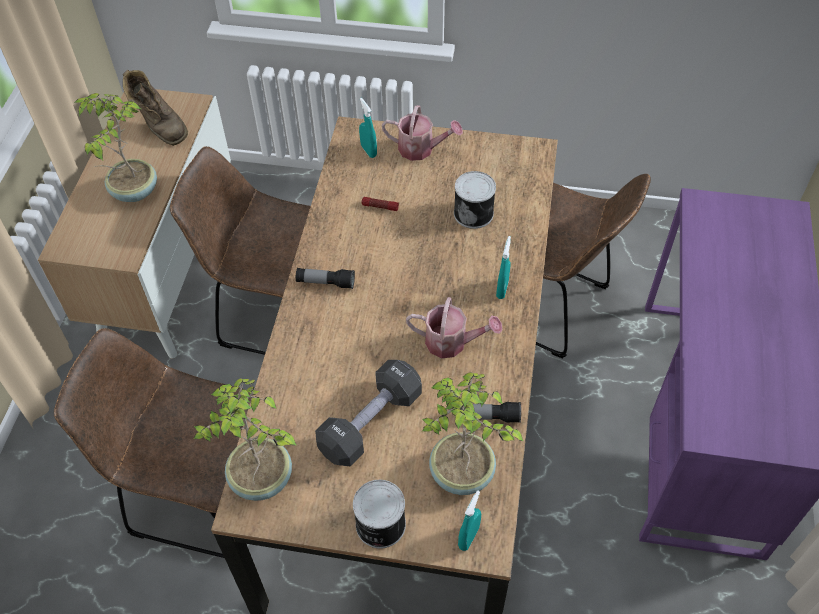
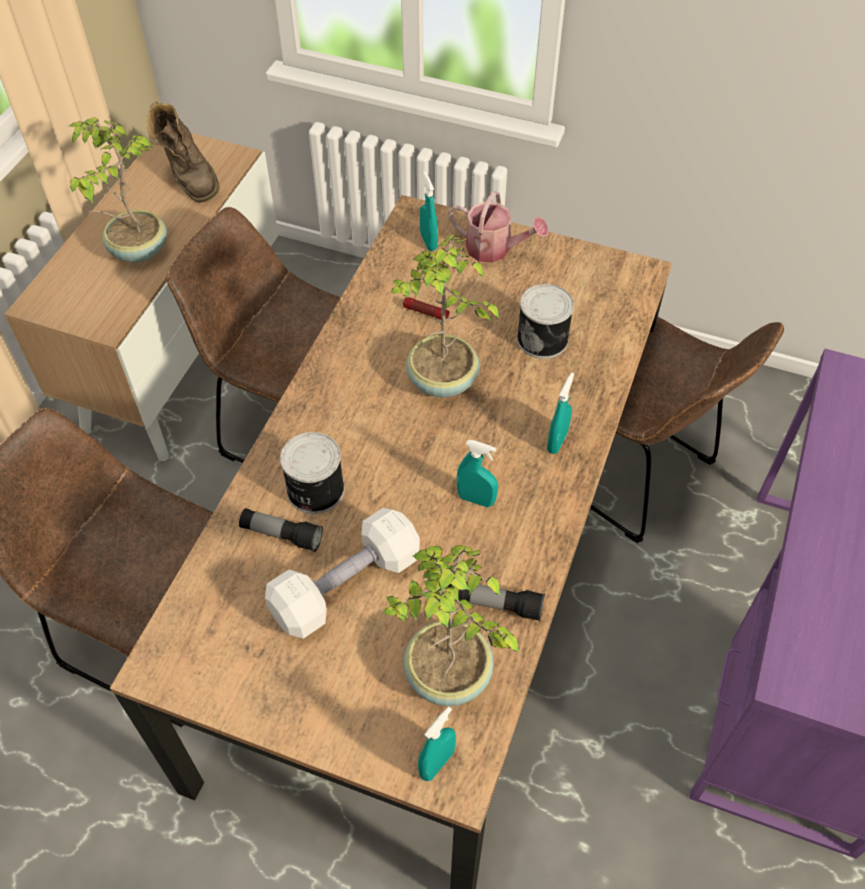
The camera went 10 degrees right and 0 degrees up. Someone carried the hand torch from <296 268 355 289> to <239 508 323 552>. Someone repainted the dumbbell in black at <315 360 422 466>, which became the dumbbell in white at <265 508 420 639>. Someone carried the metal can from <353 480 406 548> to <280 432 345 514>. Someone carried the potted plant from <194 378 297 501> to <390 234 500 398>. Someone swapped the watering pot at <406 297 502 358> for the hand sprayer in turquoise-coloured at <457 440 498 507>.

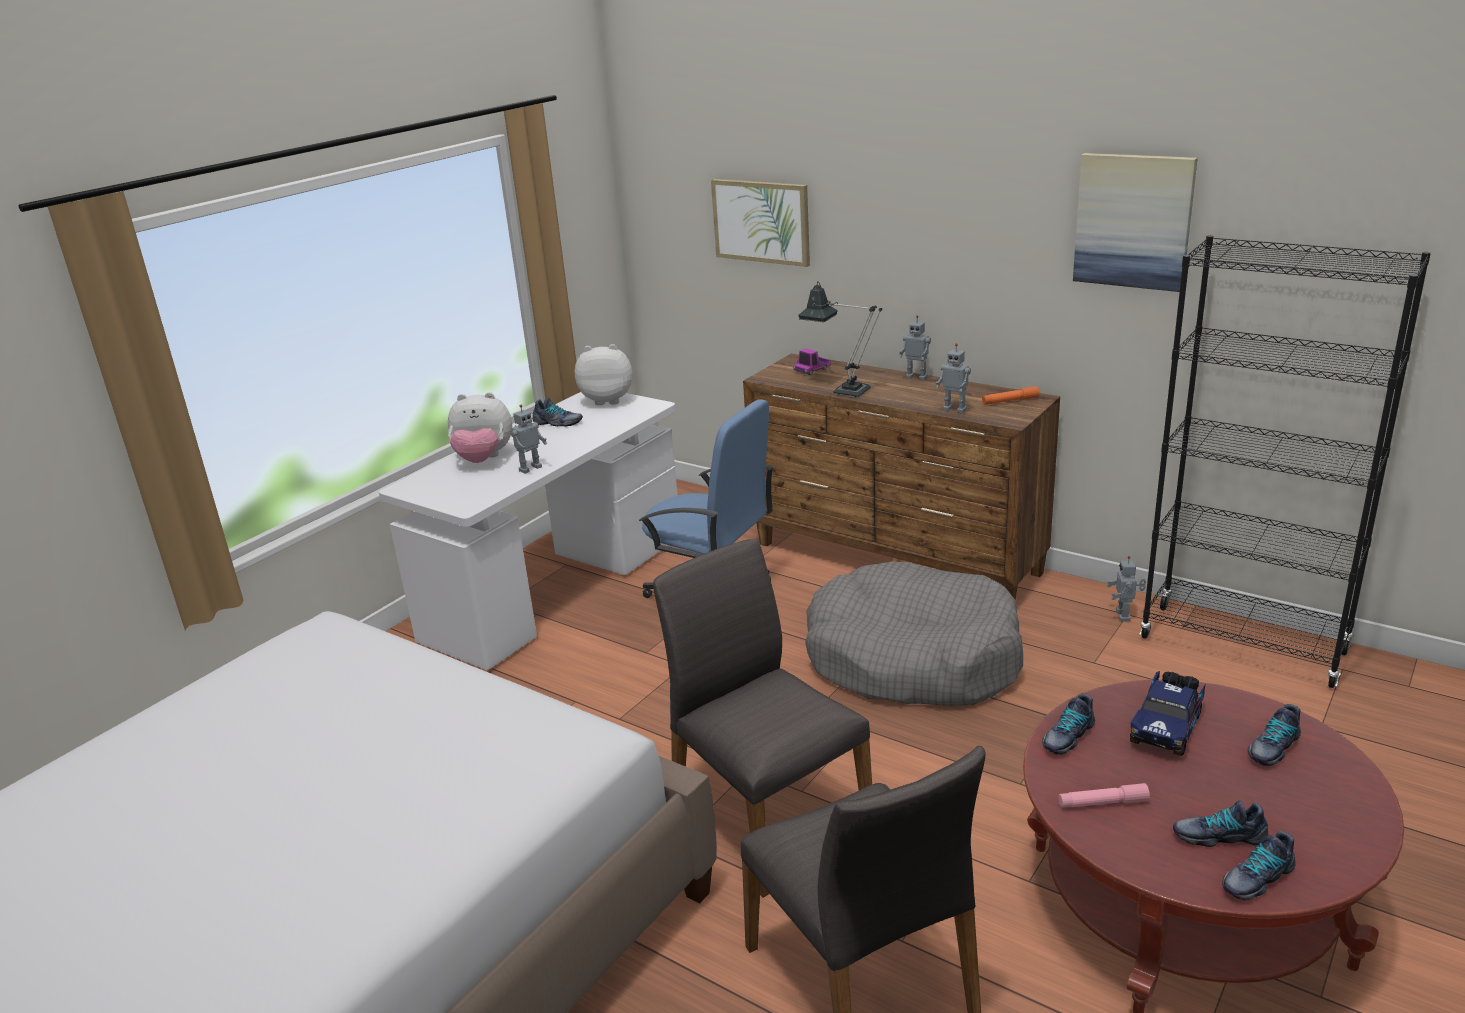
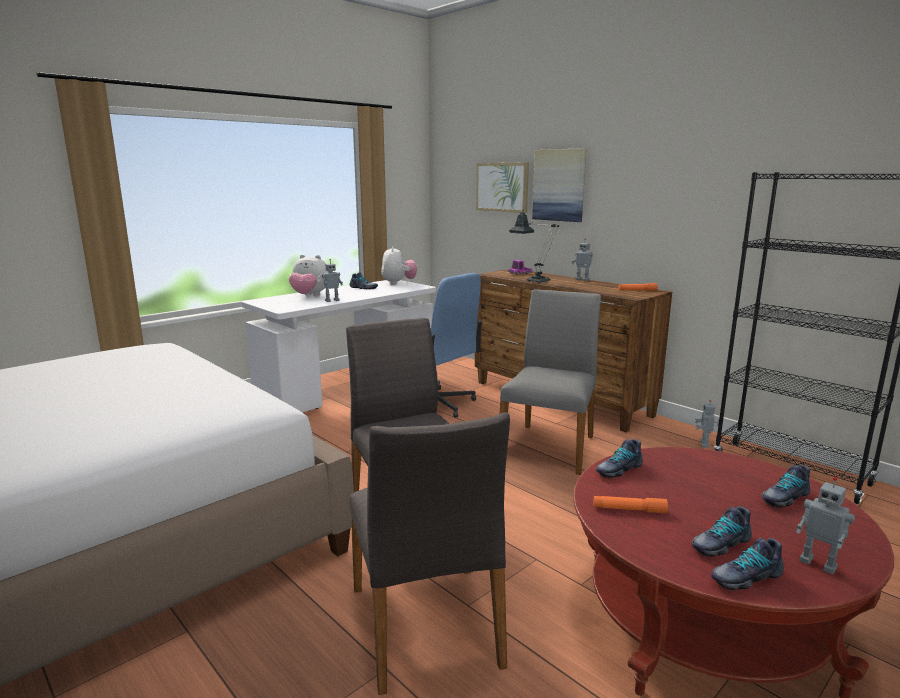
The camera went 10 degrees right and 10 degrees down. Someone rotated the cuddly toy at <575 344 633 405> by 75 degrees clockwise. Someone swapped the pet bed in greyish at <805 561 1023 706> for the chair in greyish at <500 289 601 475>. Someone carried the wall picture from <1073 153 1198 292> to <532 148 586 222>. Someone repainted the hand torch in pinkish at <1058 783 1150 808>, which became the hand torch in orangey at <593 496 668 514>. Someone rotated the shoe at <1173 800 1268 847> by 45 degrees counterclockwise. Someone carried the toy robot from <936 344 971 414> to <796 477 855 574>. Someone took away the toy truck at <1130 671 1205 756>.

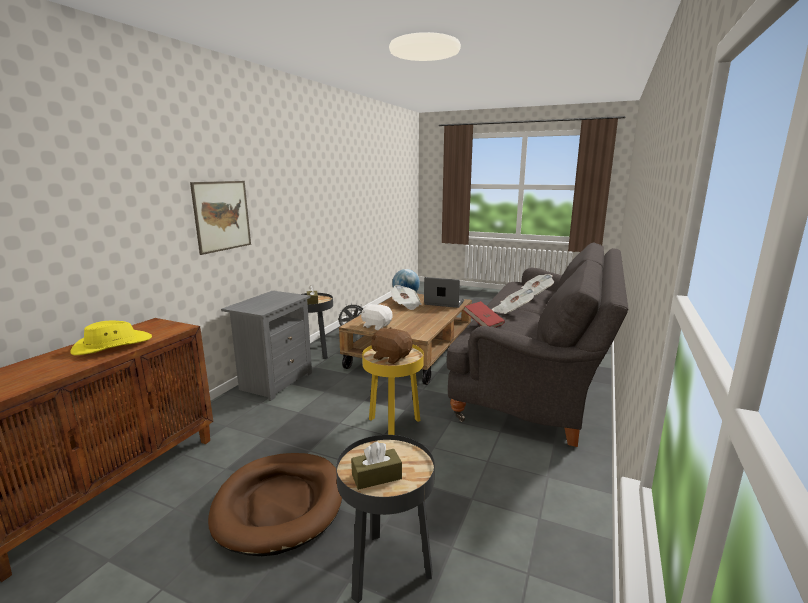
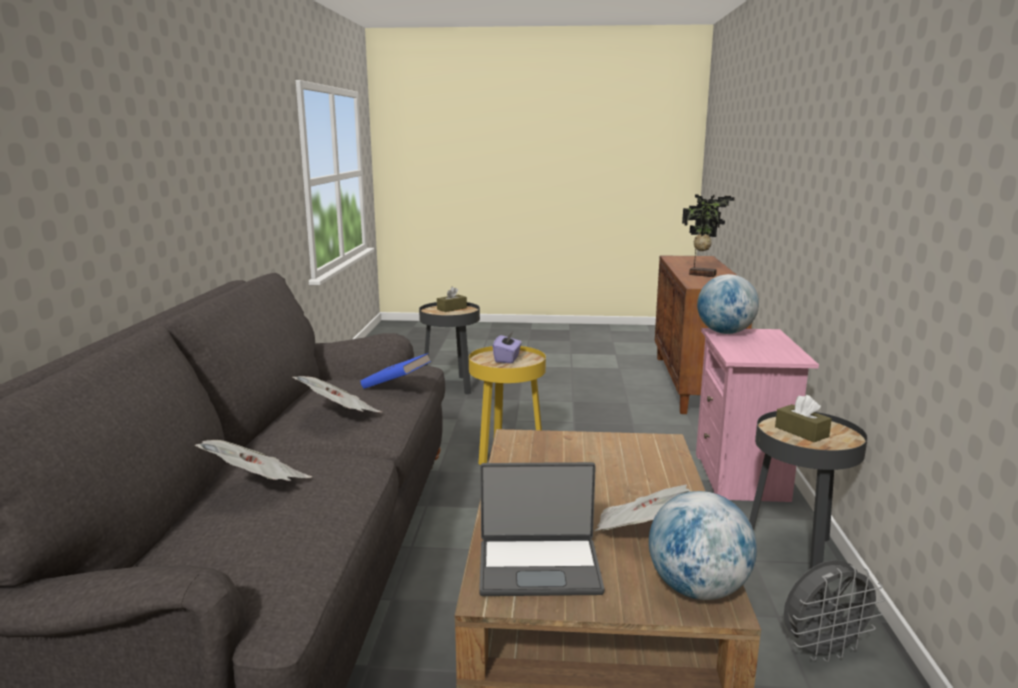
The camera went 160 degrees right and 0 degrees up. Someone repainted the bound book in reddish at <463 301 505 327>, which became the bound book in blue-coloured at <361 353 431 389>. Someone swapped the cuddly toy in brown at <371 327 413 364> for the box of tissues in purple at <493 331 522 363>. Someone swapped the wearable hat in yellow at <70 321 152 355> for the potted plant at <682 194 735 277>. Someone repainted the bedside table in greyish at <221 291 312 401>, which became the bedside table in pinkish at <696 328 819 502>. Someone put down the desk globe at <697 274 759 334>. Someone took away the wall picture at <190 181 251 255>. Someone took away the pet bed in brown at <208 453 342 556>. Someone took away the cuddly toy in white at <361 304 392 330>.

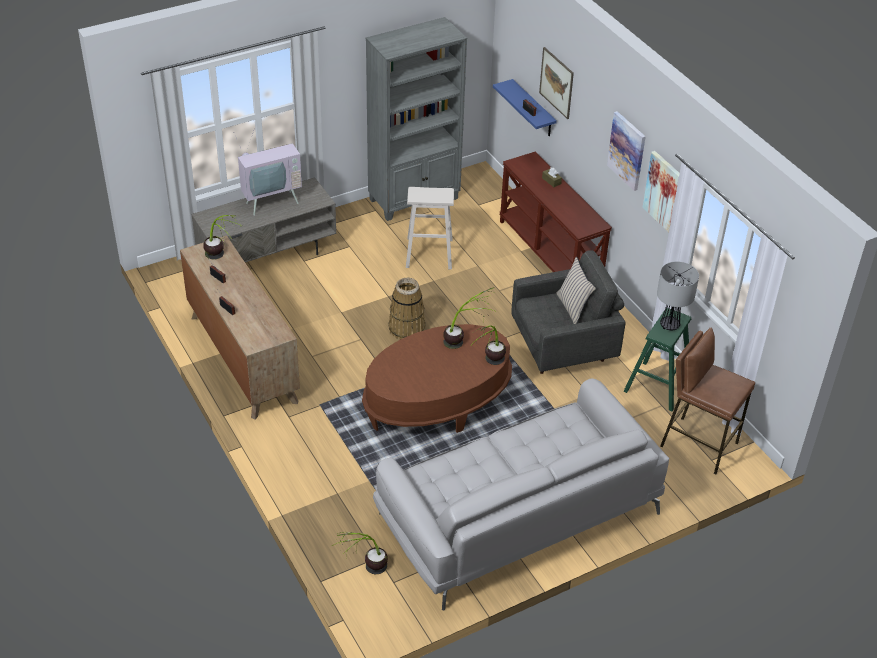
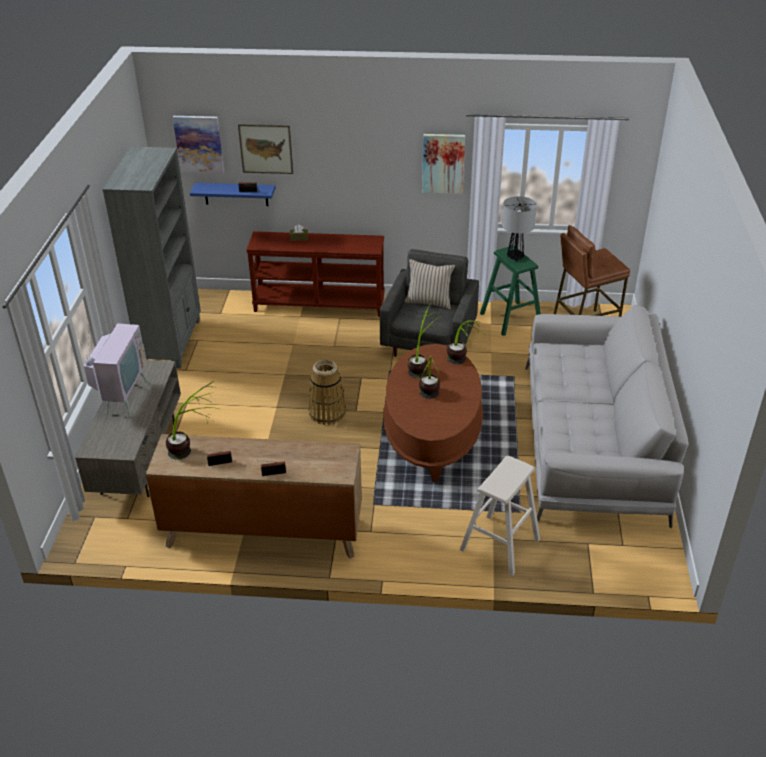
The camera went 55 degrees left and 5 degrees down. Someone carried the wall picture from <607 111 646 191> to <173 116 224 173>. Someone carried the potted plant from <332 532 388 574> to <417 356 440 399>. Someone carried the stool seat in beige from <406 187 454 270> to <460 456 540 576>.

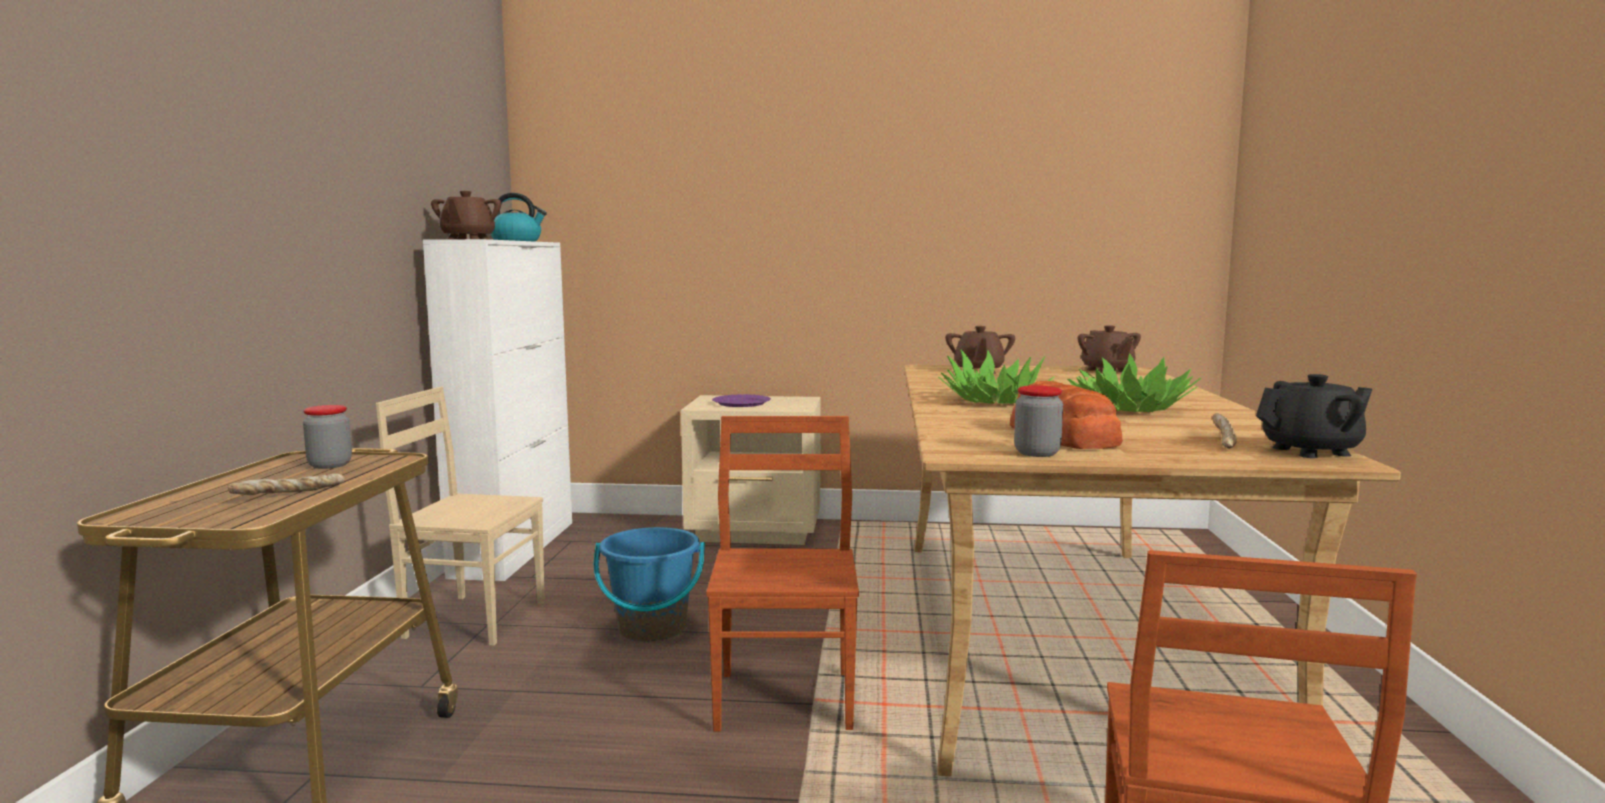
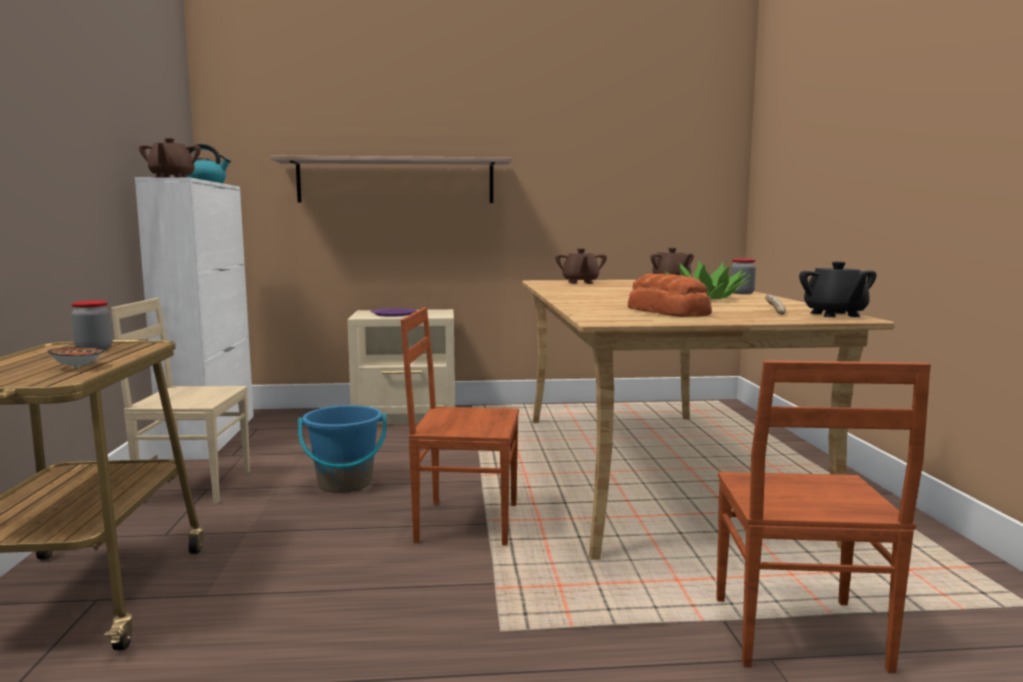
The camera went 10 degrees left and 0 degrees up. Someone swapped the baked bread at <228 474 345 495> for the deep dish at <47 347 104 368>. Someone put up the bracket shelf at <271 156 512 203>. Someone rotated the chair in brown at <706 416 859 731> by 75 degrees counterclockwise. Someone carried the storage jar from <1014 385 1063 457> to <731 258 756 294>. Someone rotated the pot for tea in black at <1256 374 1372 458> by 105 degrees clockwise. Someone took away the potted plant at <938 349 1054 404>.

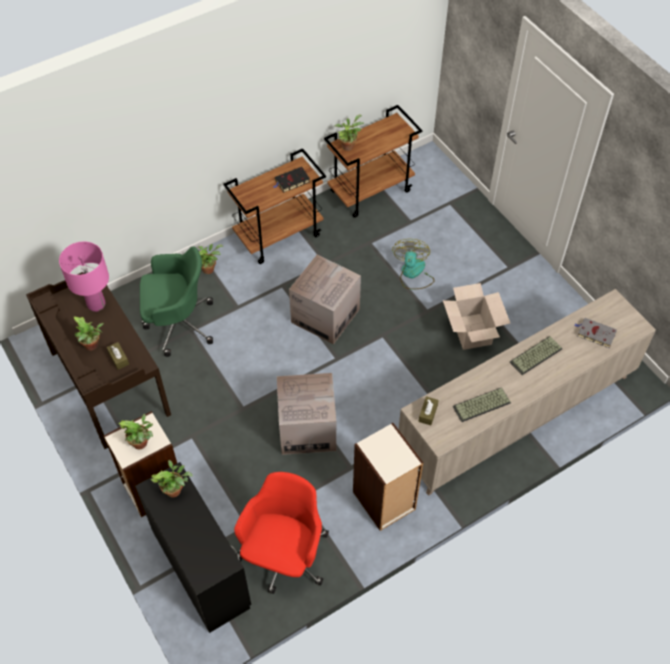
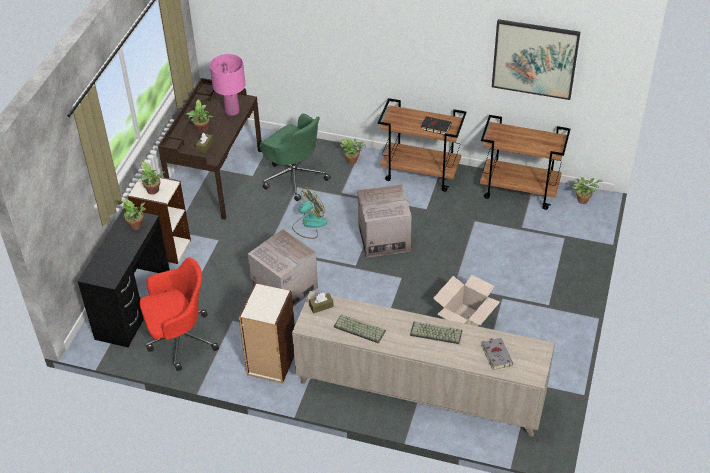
The camera went 50 degrees right and 10 degrees down. Someone carried the cooling fan from <392 239 435 289> to <292 187 327 239>. Someone put up the wall picture at <492 19 580 100>. Someone carried the potted plant from <335 115 364 151> to <573 177 604 204>.

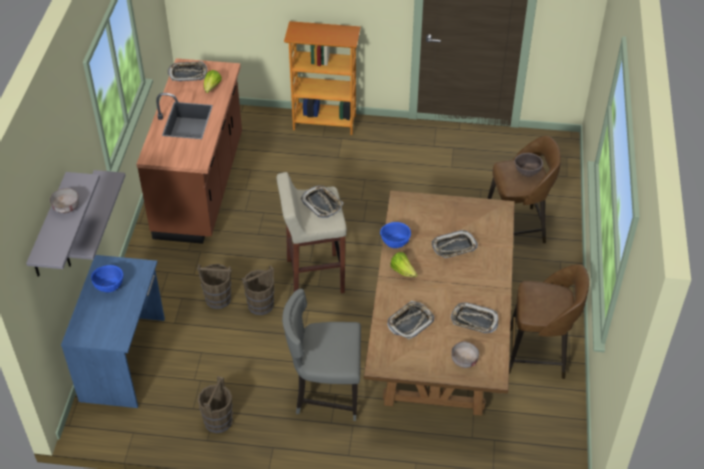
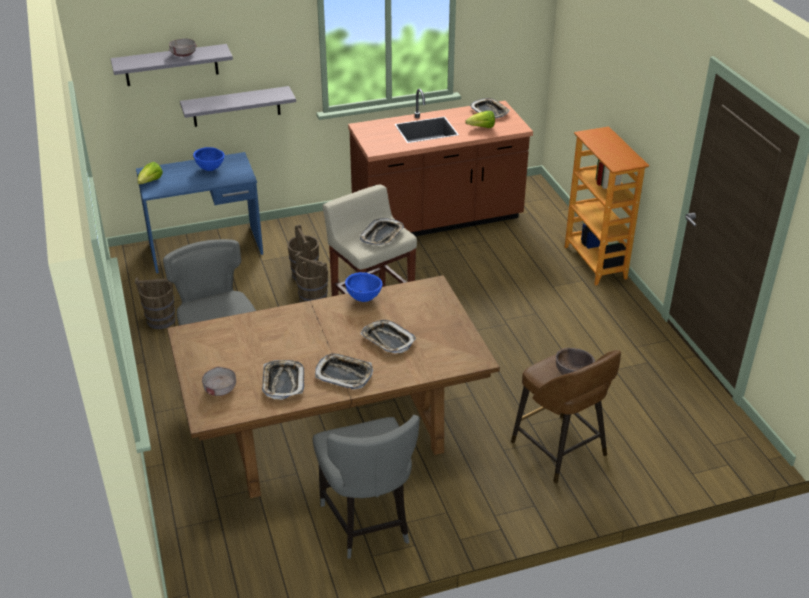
The camera went 65 degrees right and 10 degrees down. Someone carried the head of lettuce from <390 252 418 277> to <138 162 163 184>. Someone swapped the stool seat in brown at <509 264 589 379> for the chair in greyish at <313 415 420 559>. Someone carried the serving tray from <387 301 434 340> to <315 354 373 389>.

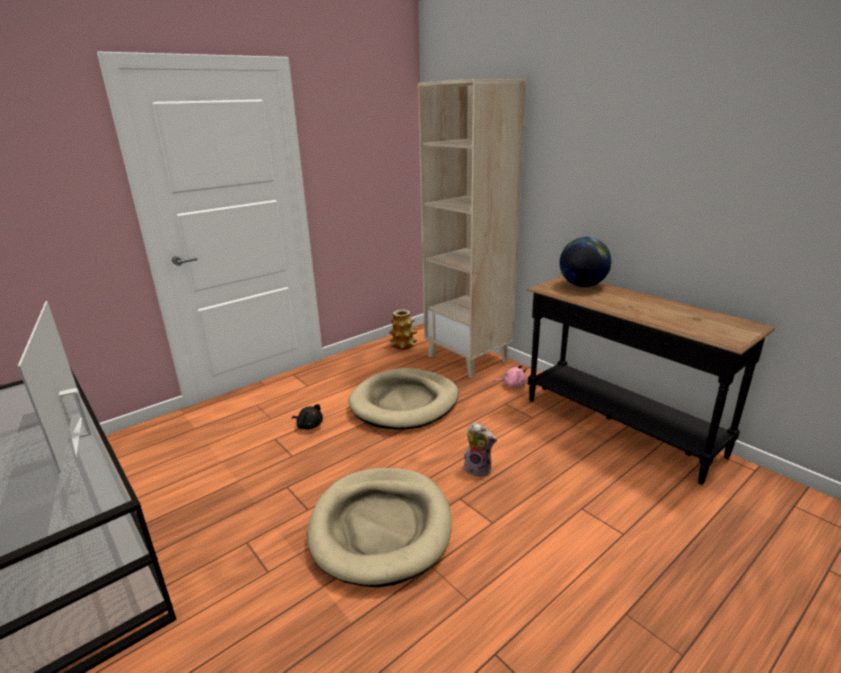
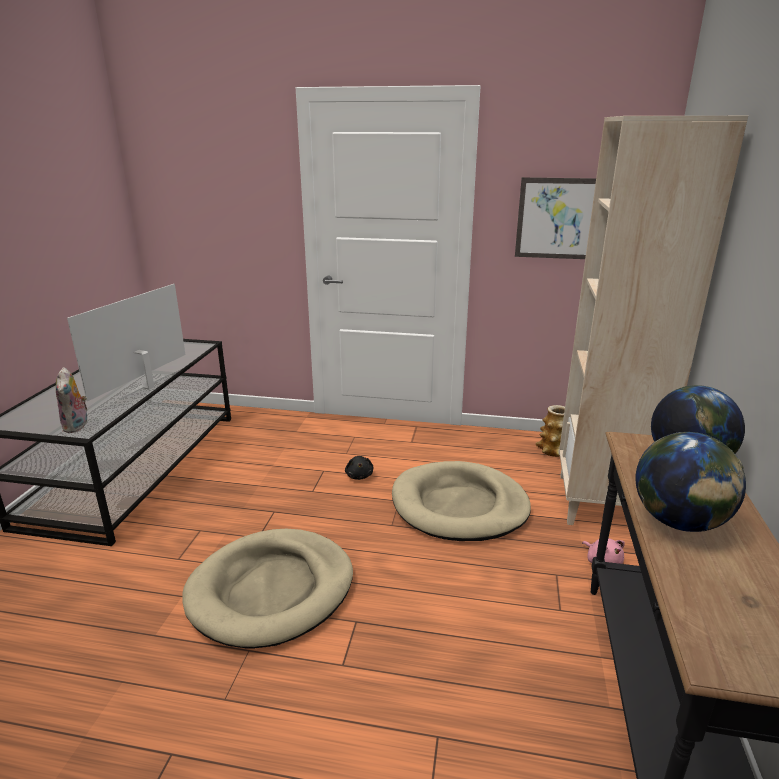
The camera went 50 degrees right and 0 degrees up. Someone carried the cuddly toy from <464 422 497 477> to <56 367 87 433>. Someone put up the wall picture at <515 177 596 259>. Someone put down the desk globe at <636 432 746 532>.

